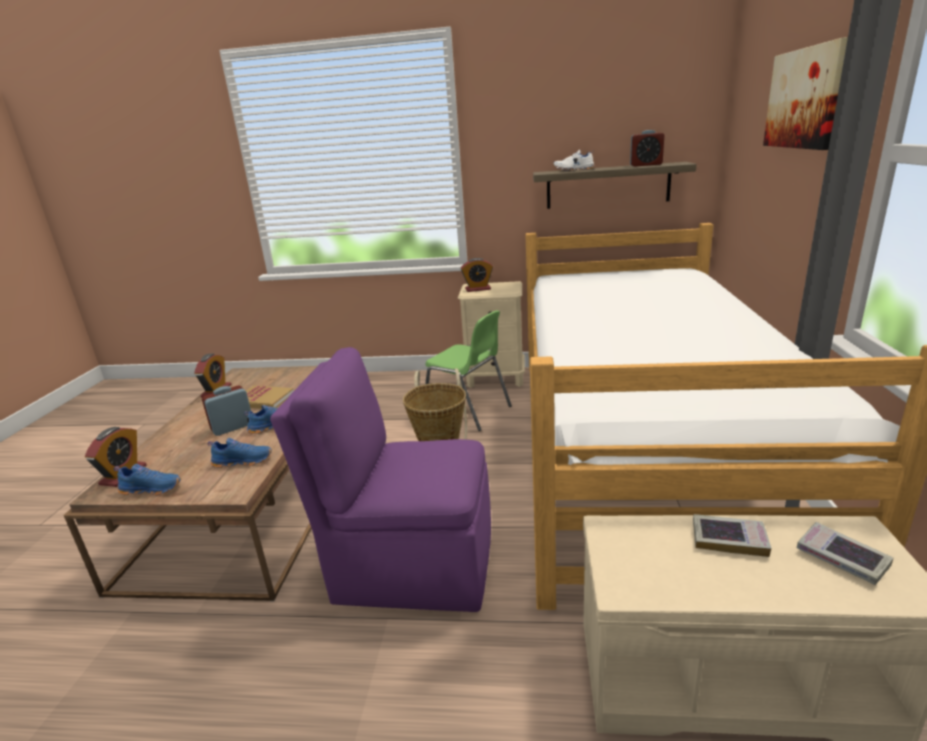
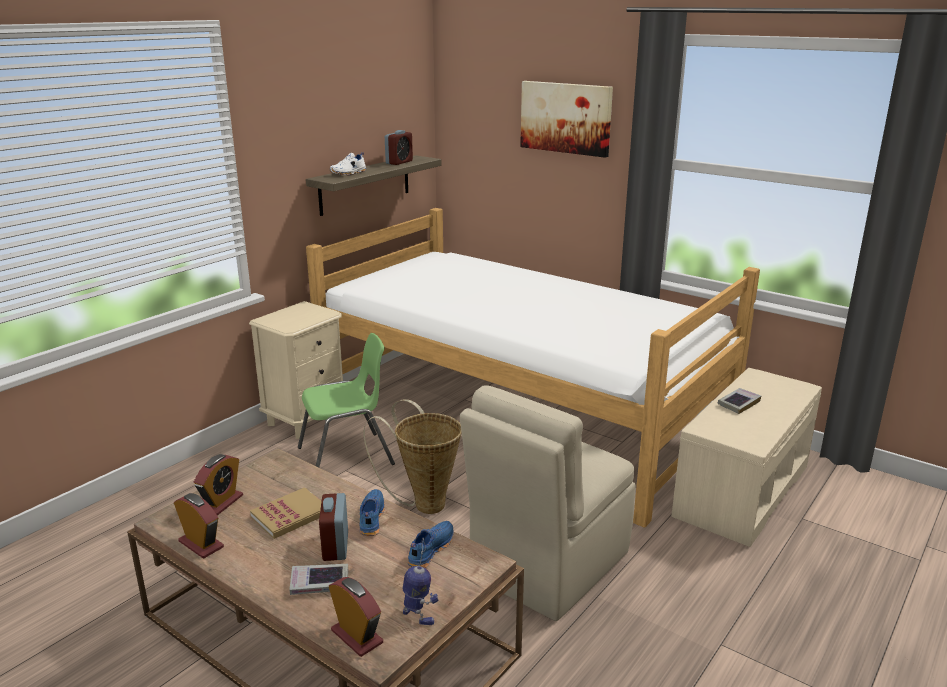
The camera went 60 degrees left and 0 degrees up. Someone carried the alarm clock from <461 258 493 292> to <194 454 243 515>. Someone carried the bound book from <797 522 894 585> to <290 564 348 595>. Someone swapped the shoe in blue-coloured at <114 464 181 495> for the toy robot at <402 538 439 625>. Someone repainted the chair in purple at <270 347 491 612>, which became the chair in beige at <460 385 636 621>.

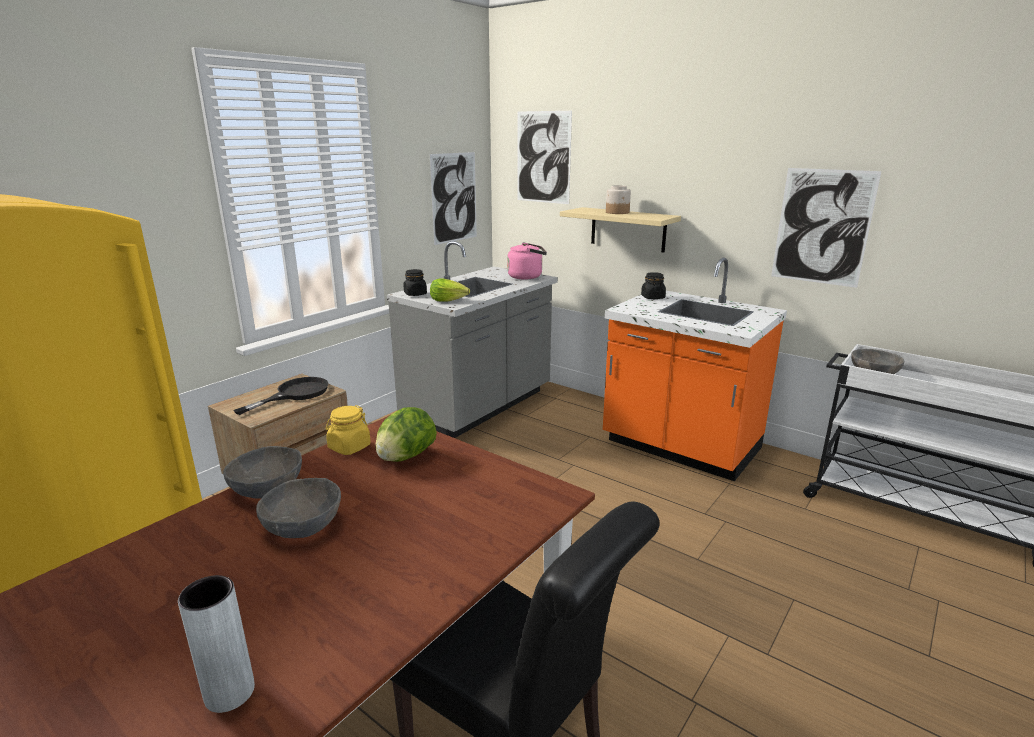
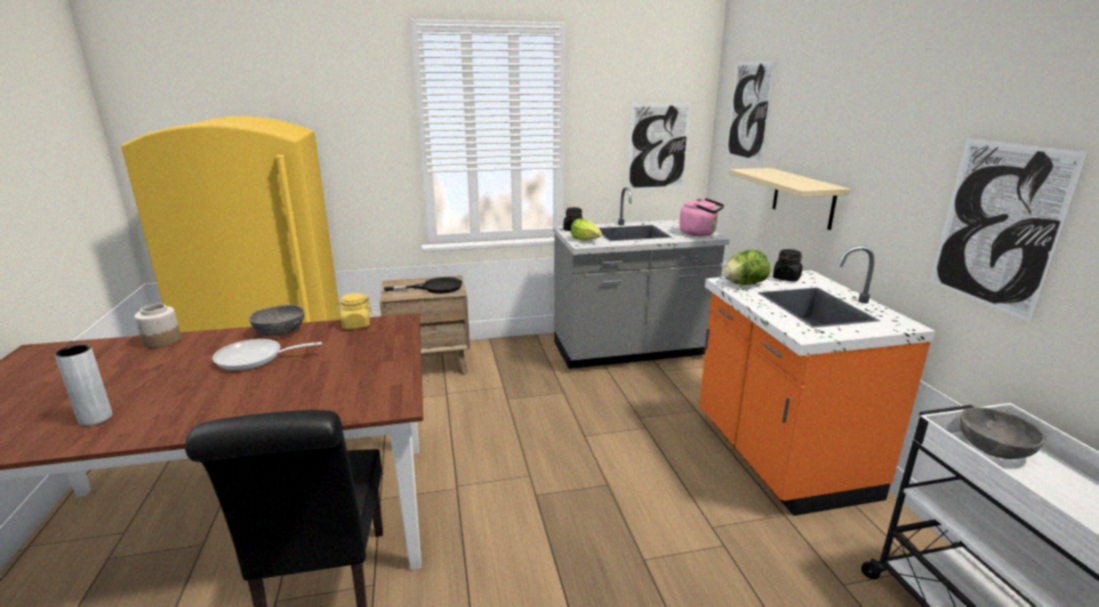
The camera went 40 degrees right and 0 degrees up. Someone carried the storage jar from <606 185 631 214> to <134 304 181 348>. Someone swapped the deep dish in greyish at <256 478 341 538> for the pan at <212 339 322 370>. Someone carried the head of lettuce from <375 407 437 462> to <724 250 771 285>.

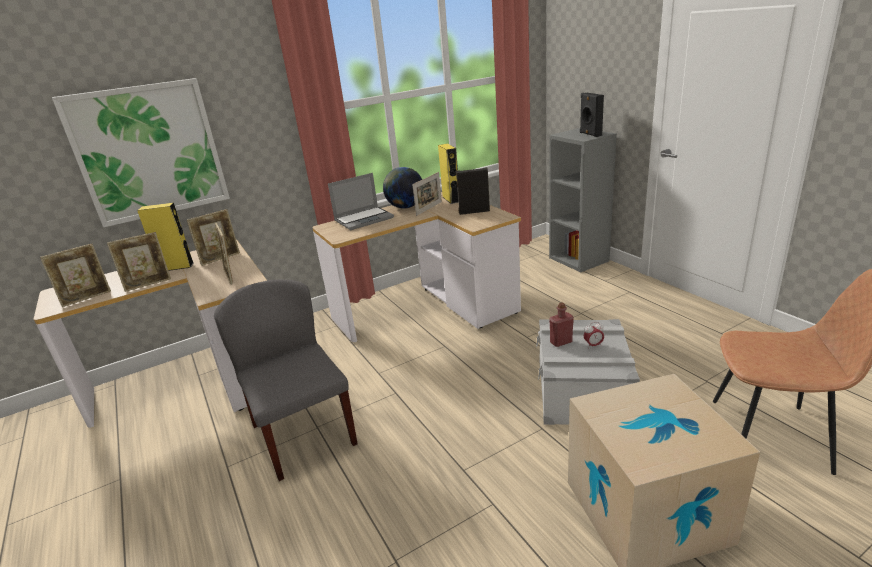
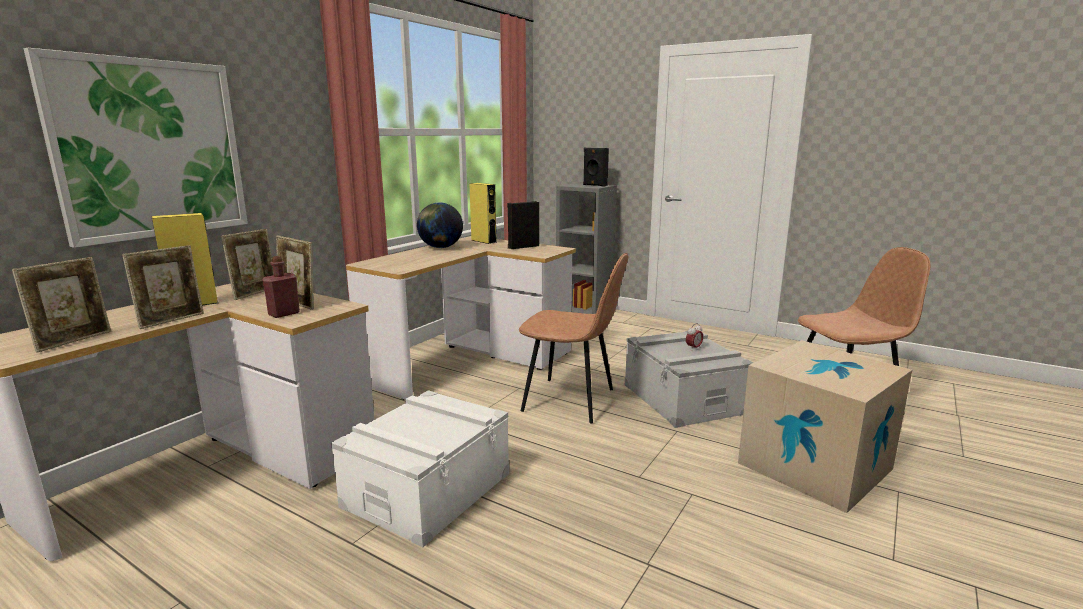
The camera went 30 degrees left and 10 degrees down. Someone carried the bottle in reddish from <549 302 574 347> to <262 256 300 318>. Someone swapped the chair in greyish at <214 279 358 481> for the storage bin in white at <331 390 509 547>. Someone put down the chair in brown at <519 253 628 423>. Someone took away the laptop at <328 173 394 230>. Someone took away the standing frame at <412 172 442 216>.

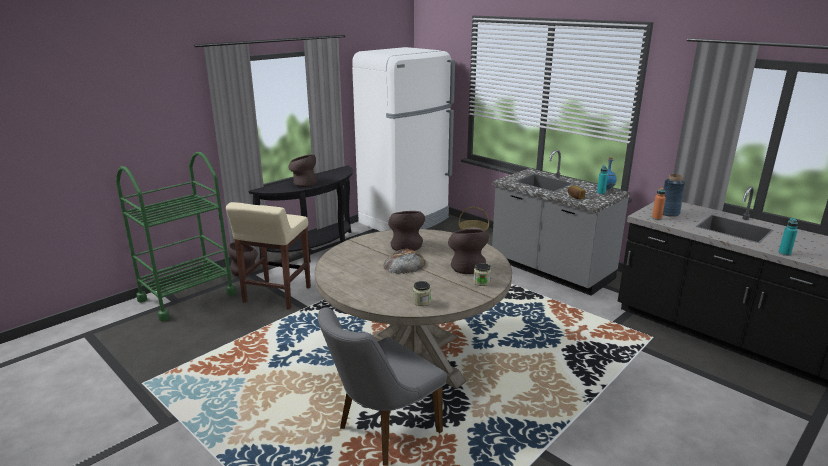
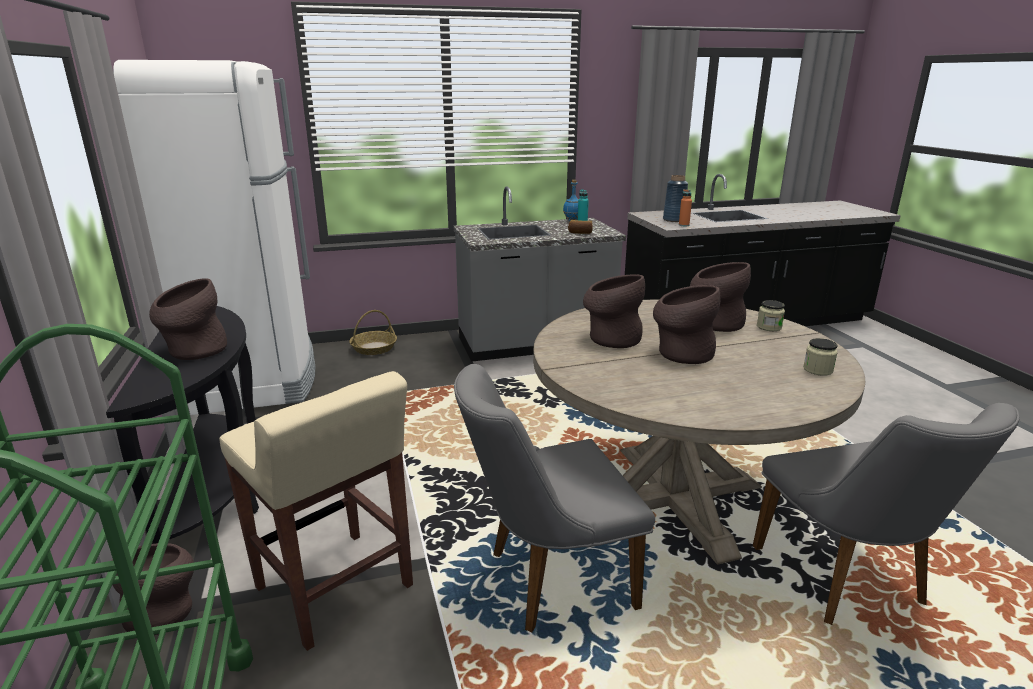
The camera went 60 degrees left and 0 degrees up. Someone put down the chair in greyish at <454 364 655 632>. Someone swapped the baked bread at <383 249 426 274> for the flower vase in brown at <653 285 720 364>. Someone took away the bottle in turquoise-coloured at <778 218 798 256>.

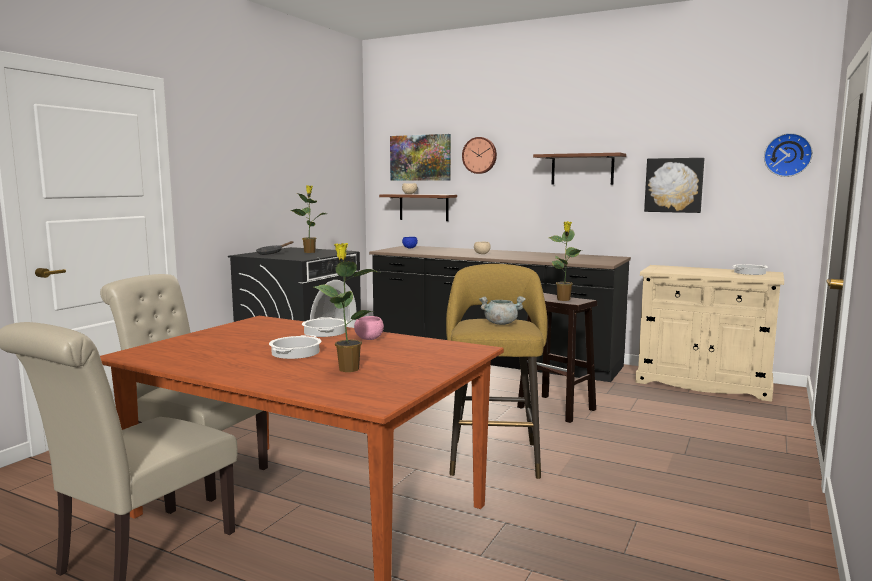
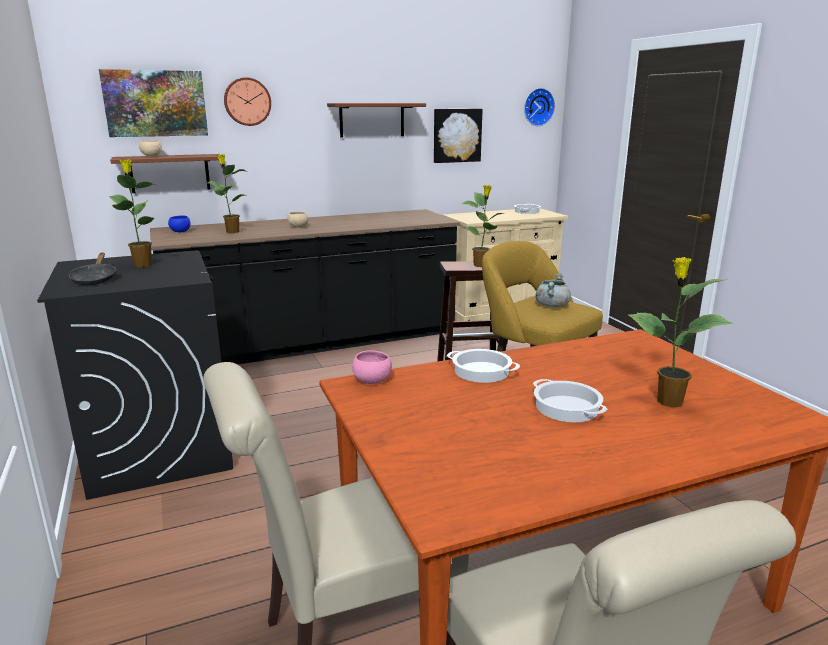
The camera went 50 degrees left and 10 degrees up. Someone put down the potted plant at <207 154 246 233>. Someone carried the deep dish in pinkish from <354 316 384 340> to <352 350 392 384>.

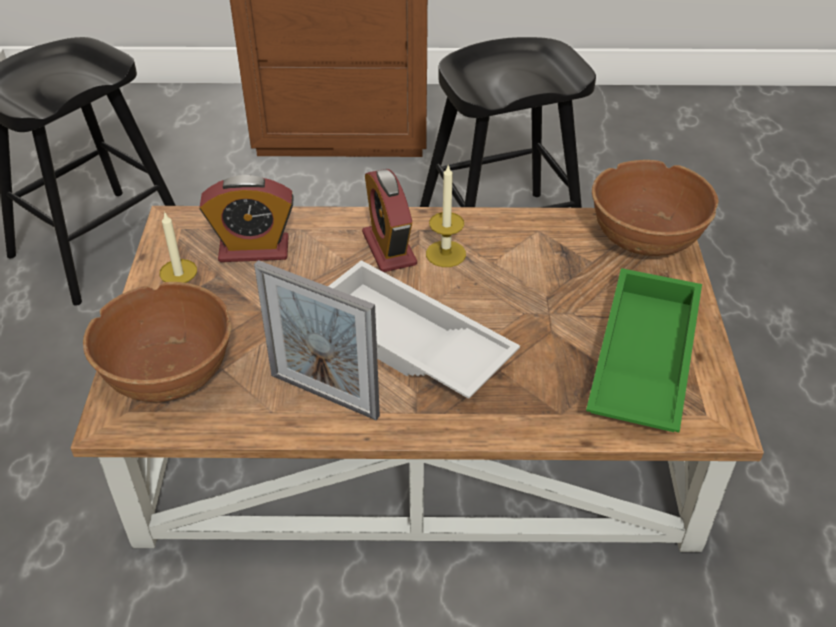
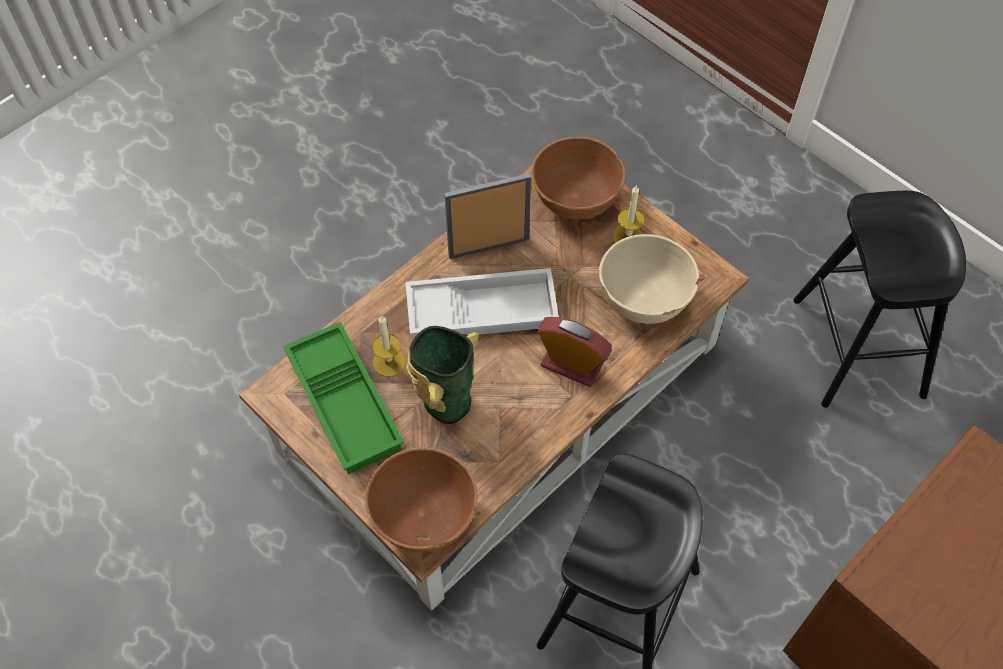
The camera went 135 degrees right and 15 degrees up. Someone carried the wax light from <426 164 466 267> to <372 315 406 377>. Someone put down the flower vase at <407 326 479 424>. Someone swapped the alarm clock at <199 175 294 262> for the deep dish in beige at <599 234 699 324>.

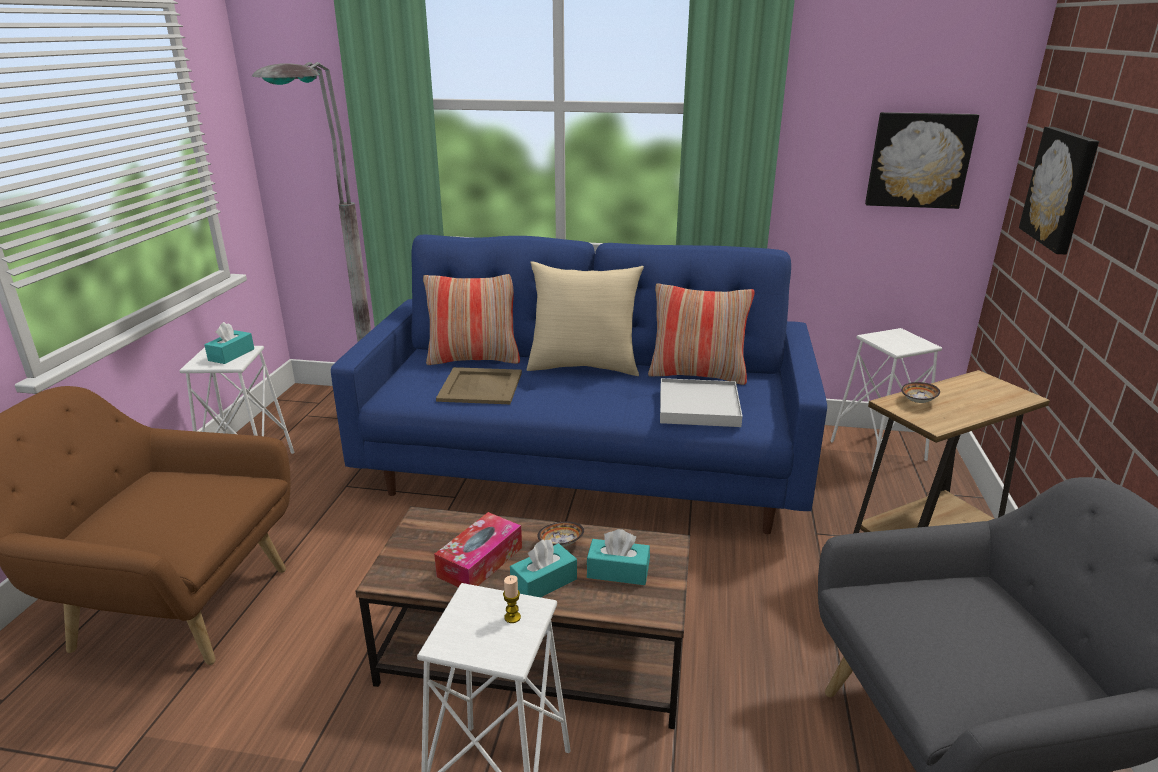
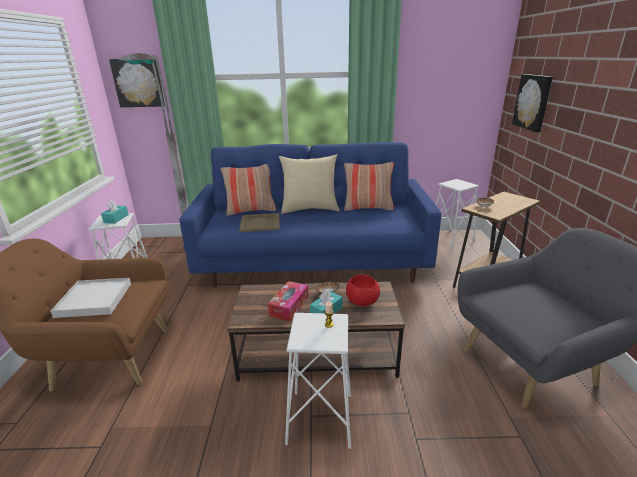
The camera went 10 degrees left and 0 degrees up. Someone carried the serving tray in white from <660 378 743 427> to <50 278 131 318>. Someone carried the wall picture from <865 112 979 209> to <109 59 165 107>. Someone swapped the box of tissues in turquoise-coloured at <587 529 650 585> for the deep dish in reddish at <346 275 380 306>.

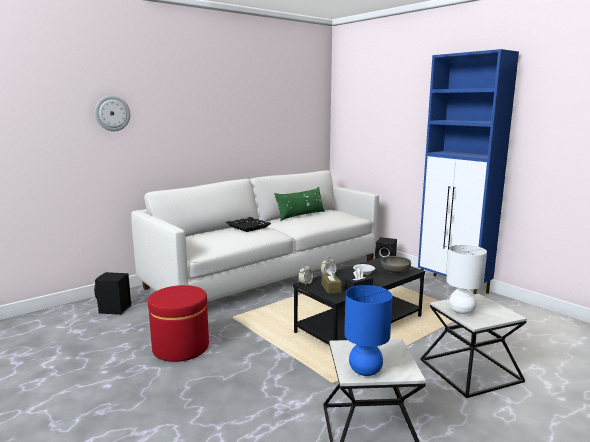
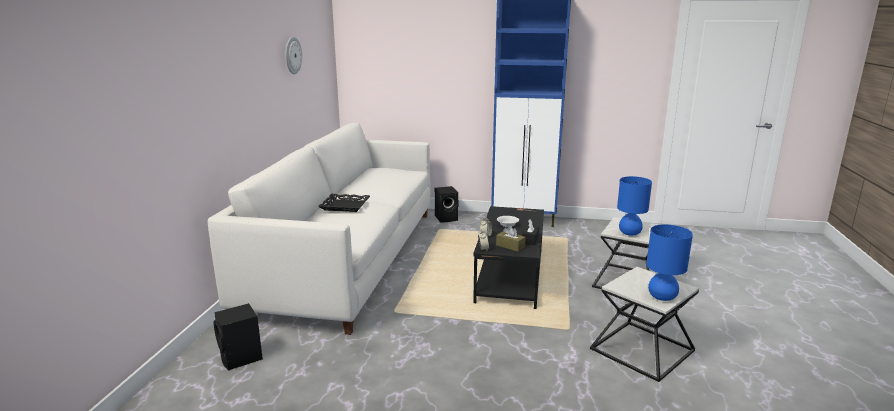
The camera went 40 degrees left and 5 degrees up. Someone carried the hanging clock from <95 95 130 131> to <285 37 302 74>. Someone repainted the tabletop lamp in white at <446 245 487 314>, which became the tabletop lamp in blue-coloured at <617 176 652 236>. Someone took away the pouffe in reddish at <148 285 209 362>. Someone took away the throw pillow in greenish at <274 187 325 221>. Someone took away the deep dish in greyish at <381 256 411 274>.

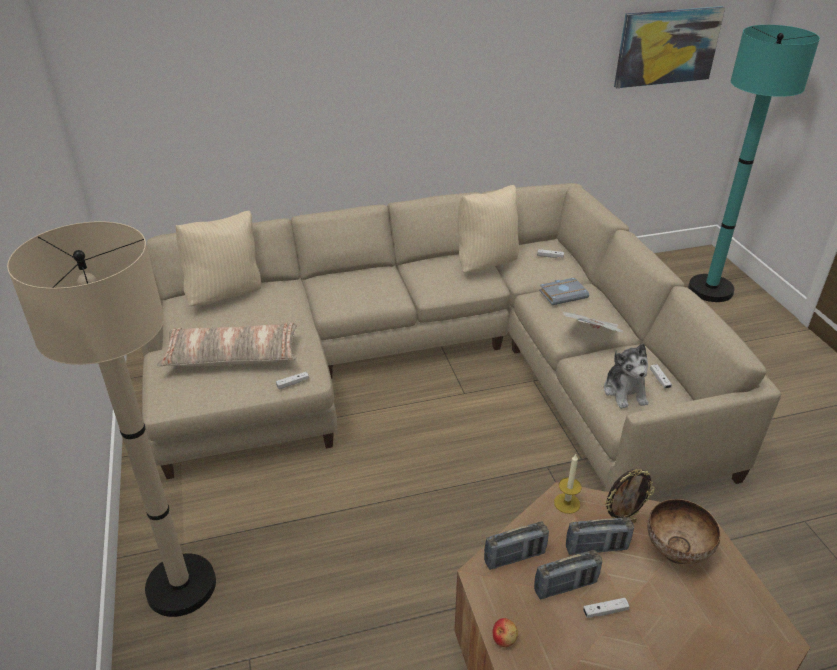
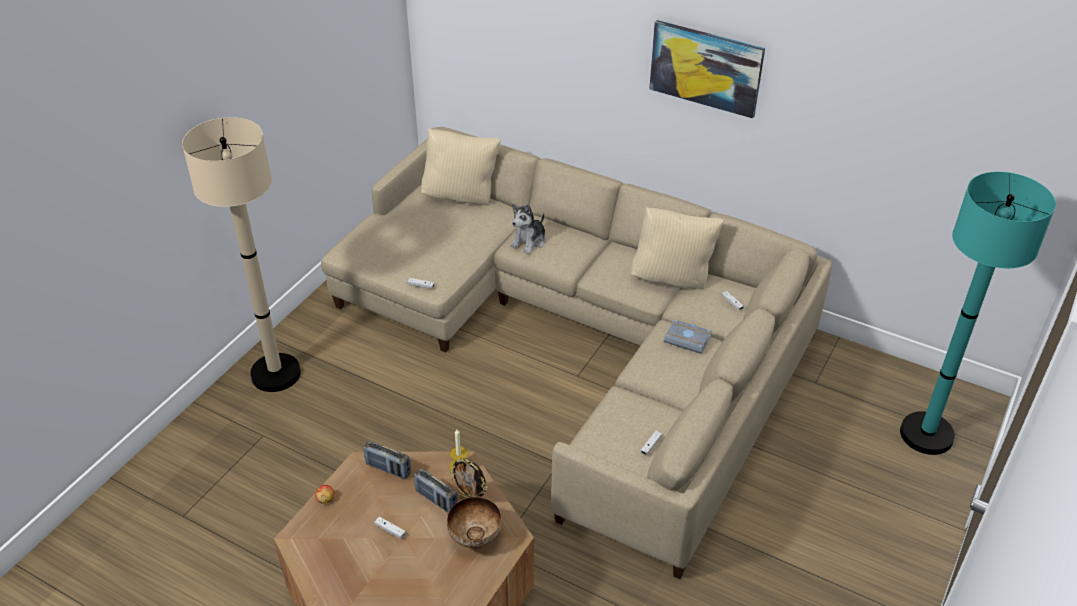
The camera went 45 degrees right and 5 degrees up. Someone carried the cuddly toy from <604 343 648 409> to <510 203 546 254>. Someone carried the wall picture from <614 6 725 88> to <649 20 765 119>. Someone took away the throw pillow at <157 322 297 367>. Someone took away the radio at <534 550 602 600>. Someone took away the daily paper at <563 312 624 333>.

